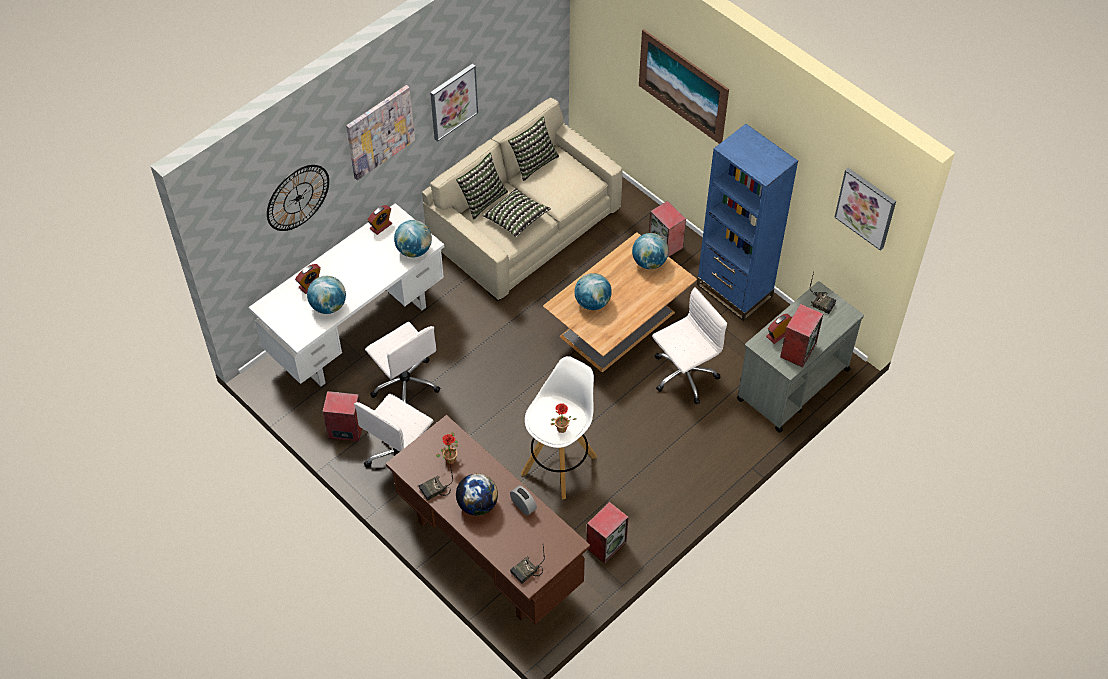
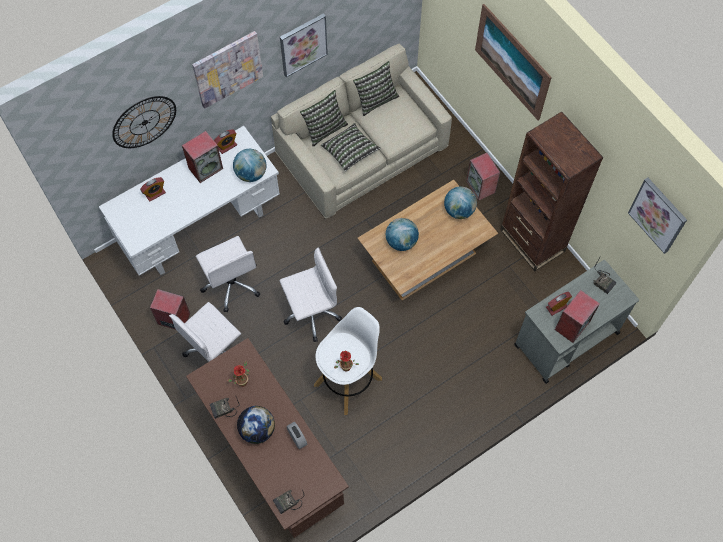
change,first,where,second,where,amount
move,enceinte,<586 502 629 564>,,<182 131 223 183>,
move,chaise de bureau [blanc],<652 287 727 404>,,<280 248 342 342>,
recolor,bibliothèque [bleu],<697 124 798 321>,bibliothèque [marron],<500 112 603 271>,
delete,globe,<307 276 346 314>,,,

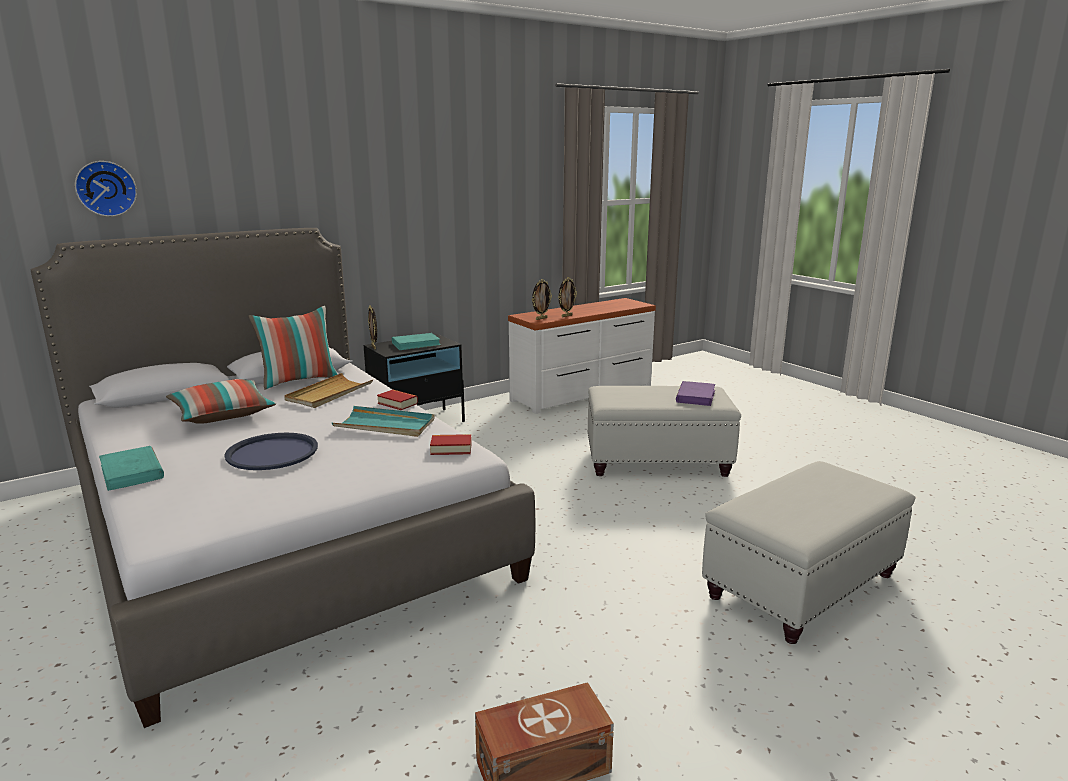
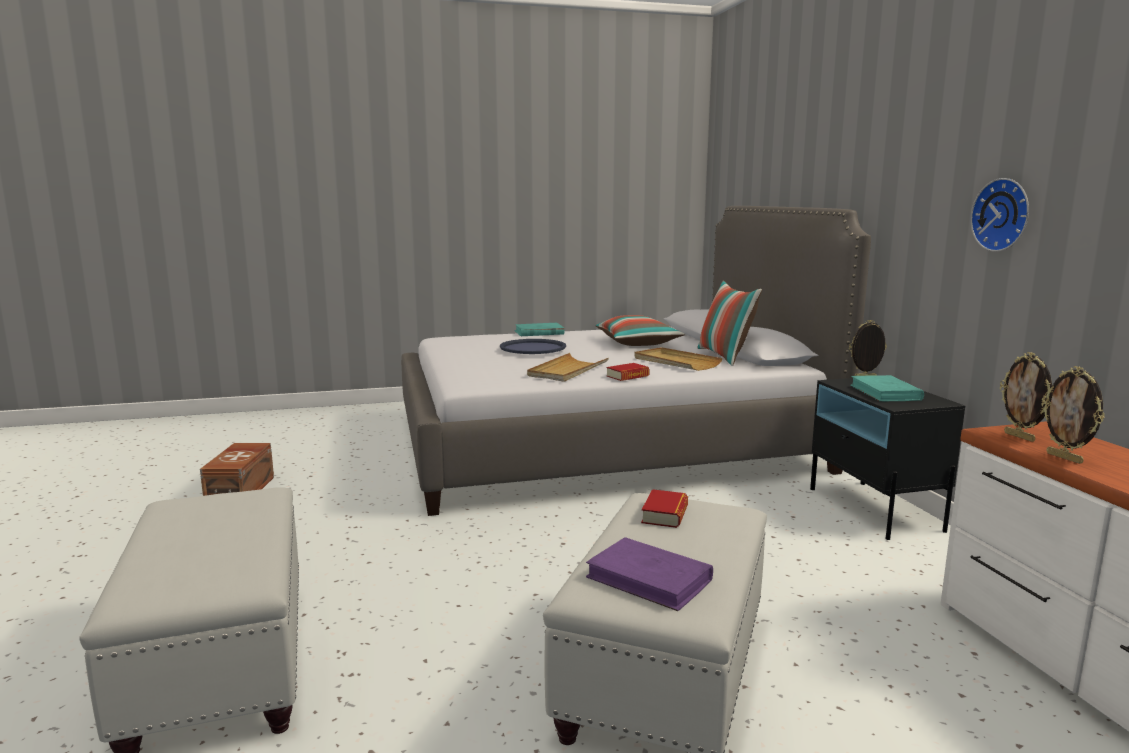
change,first,where,second,where,amount
recolor,plateau [turquoise],<332 406 435 437>,plateau [beige],<527 353 609 382>,
move,livre,<430 434 472 455>,,<641 489 688 528>,
move,horloge murale,<75 161 137 217>,,<970 178 1029 252>,

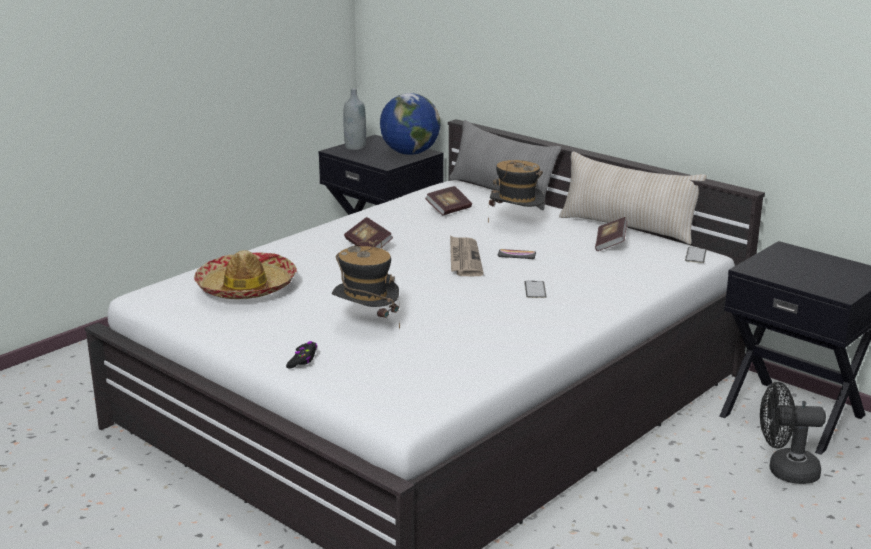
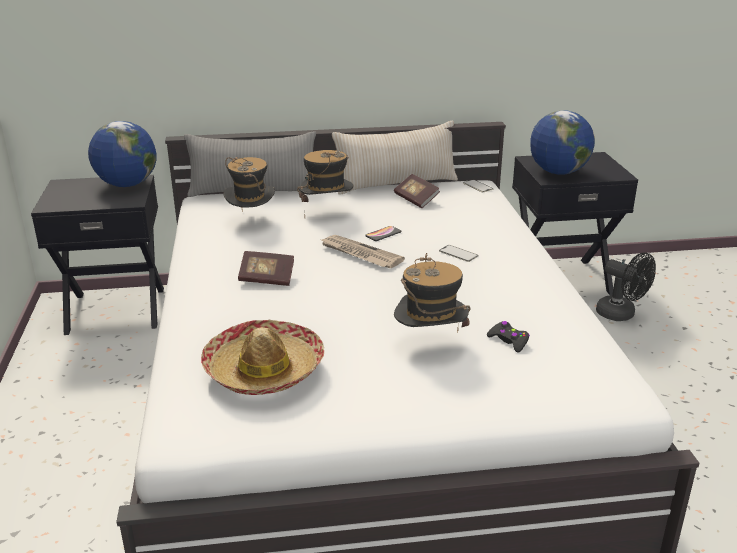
change,first,where,second,where,amount
replace,livre,<425 186 472 215>,chapeau,<224 157 275 212>,
move,manette [noir],<286 341 317 368>,,<487 321 530 352>,
insert,,,globe,<531 110 595 175>,
rotate,ventilateur [noir],<760 382 826 484>,,<596 252 656 321>,90 degrees counterclockwise
delete,bouteille [gris],<343 88 366 150>,,,

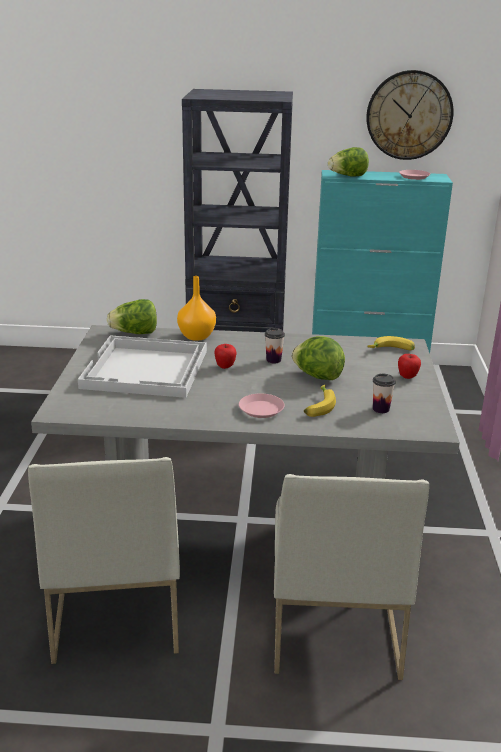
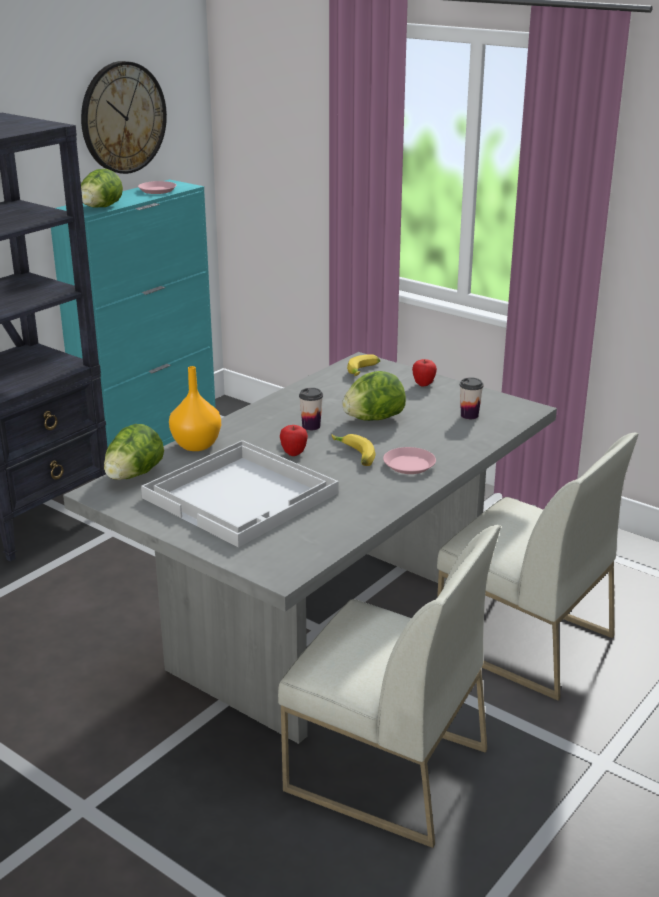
change,first,where,second,where,amount
move,banane,<304 385 336 417>,,<331 434 375 466>,

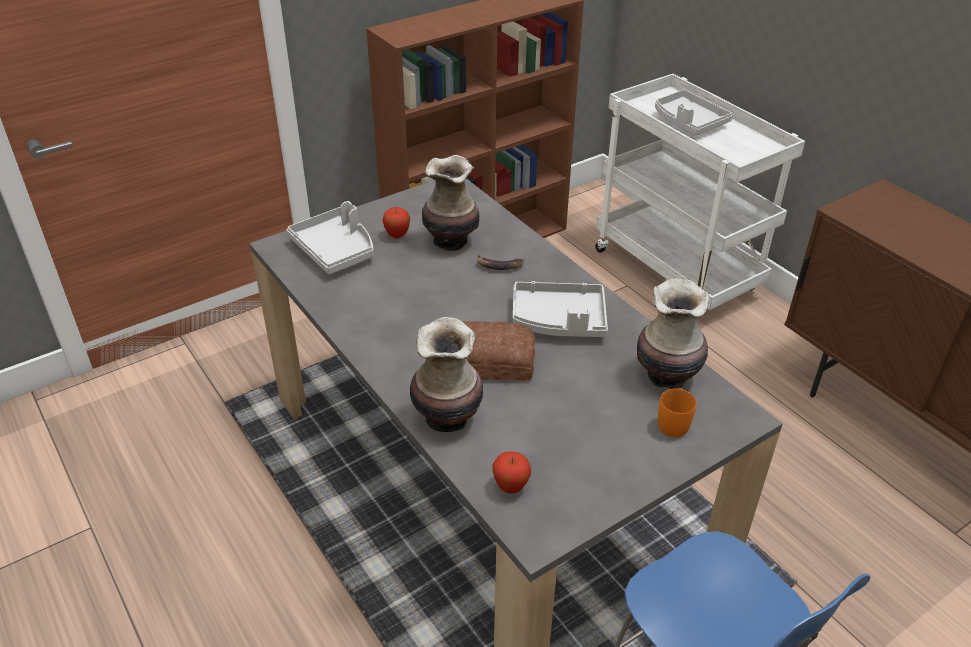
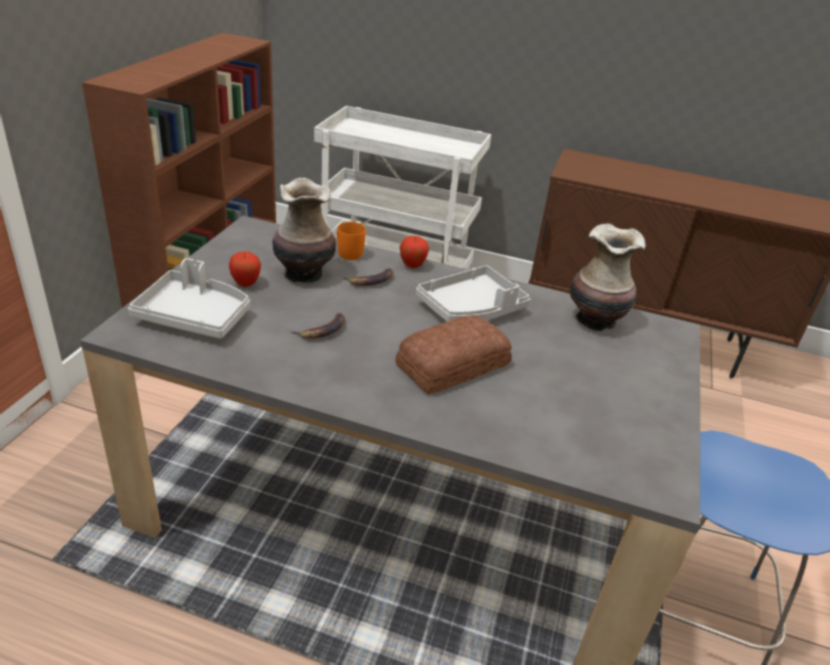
change,first,where,second,where,amount
insert,,,banane,<290 313 345 339>,
move,mug [orange],<658 388 696 437>,,<337 222 366 260>,
move,pomme,<492 451 531 494>,,<400 236 429 268>,
delete,vase,<410 317 483 433>,,,
delete,plateau [gris],<655 90 732 135>,,,

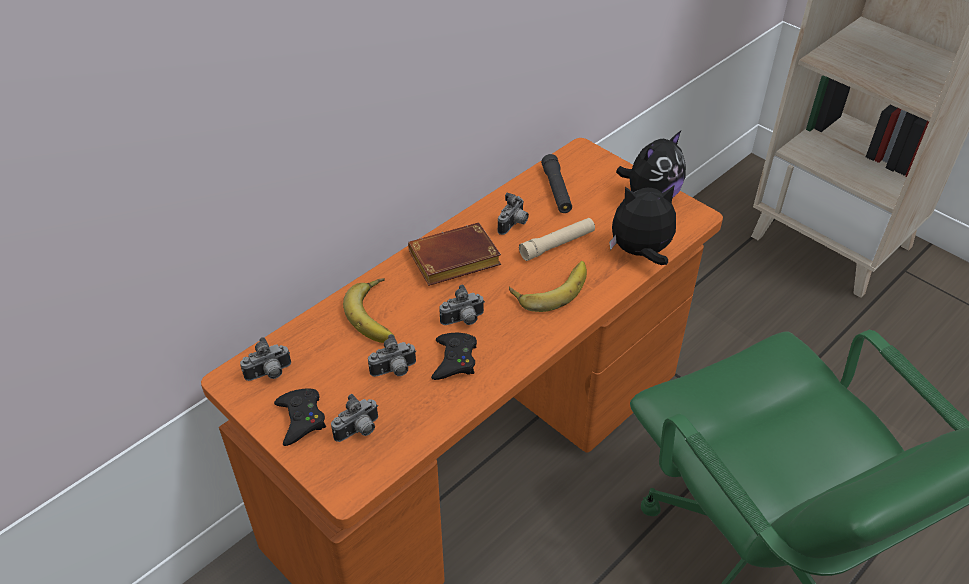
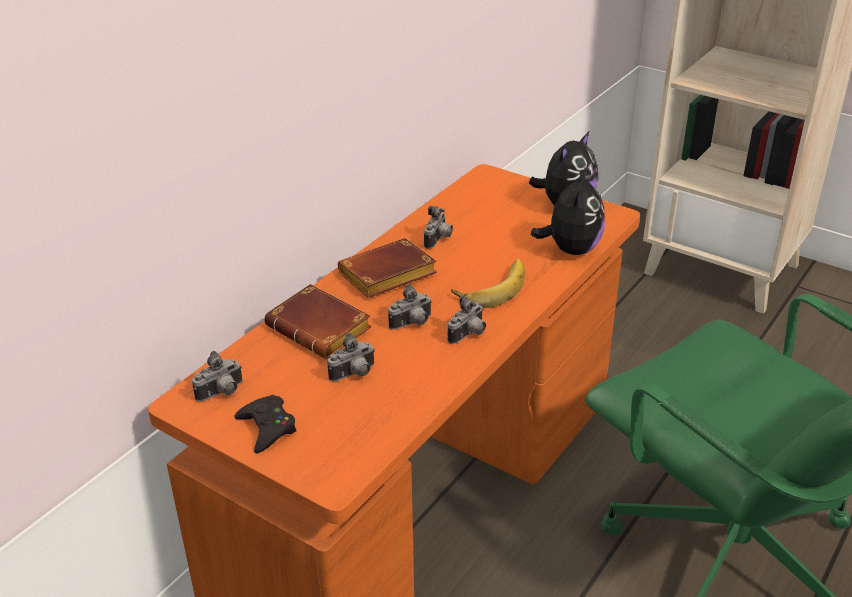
change,first,where,second,where,amount
replace,banane,<343 278 395 343>,livre [marron],<264 284 372 359>,
move,appareil photo,<331 394 378 442>,,<448 296 486 344>,
rotate,peluche,<609 186 676 265>,,<531 169 605 255>,120 degrees clockwise
delete,manette [noir],<431 333 477 380>,,,
delete,lampe de poche [beige],<519 218 595 261>,,,
delete,lampe de poche [noir],<541 154 572 213>,,,

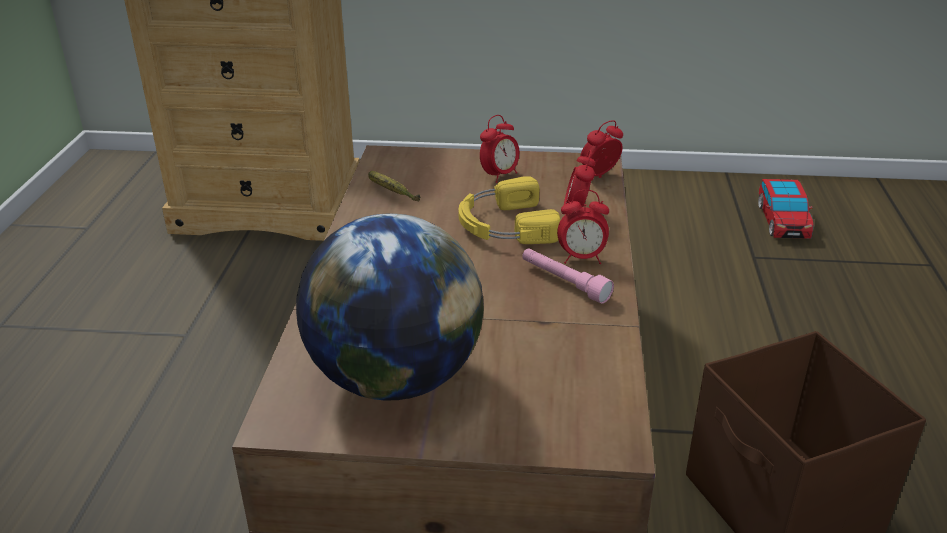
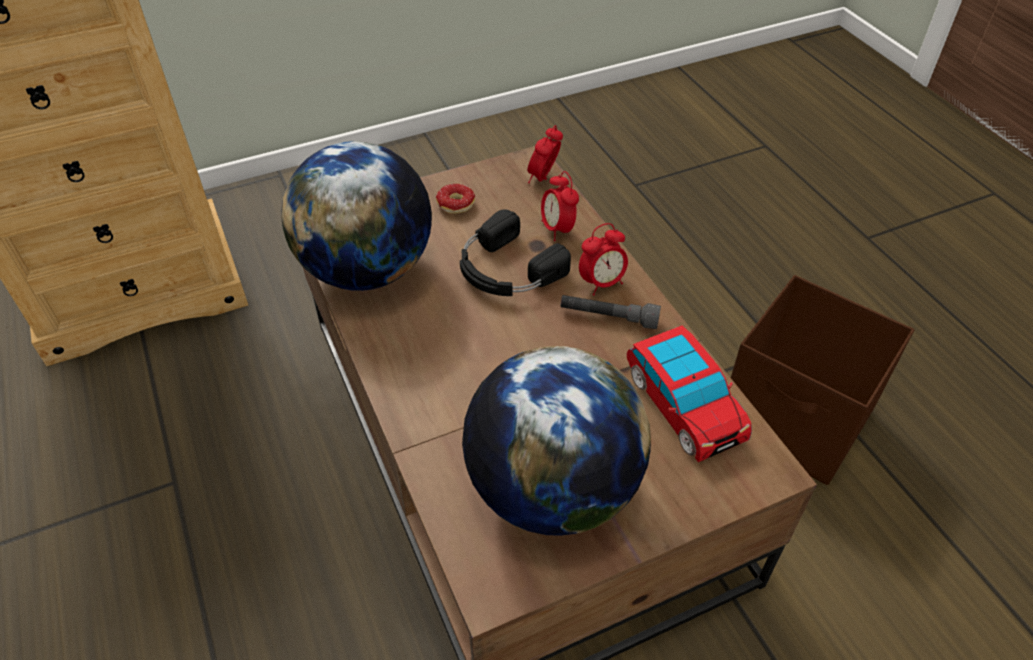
change,first,where,second,where,amount
replace,banane,<368 171 420 201>,globe,<281 141 432 291>,
replace,réveil,<480 115 519 183>,beignet,<436 184 475 213>,
recolor,casque audio [jaune],<458 176 561 244>,casque audio [noir],<460 209 571 296>,
recolor,lampe de poche [rose],<522 248 614 304>,lampe de poche [gris],<560 295 661 329>,
move,petite voiture,<758 179 813 239>,,<627 325 752 462>,

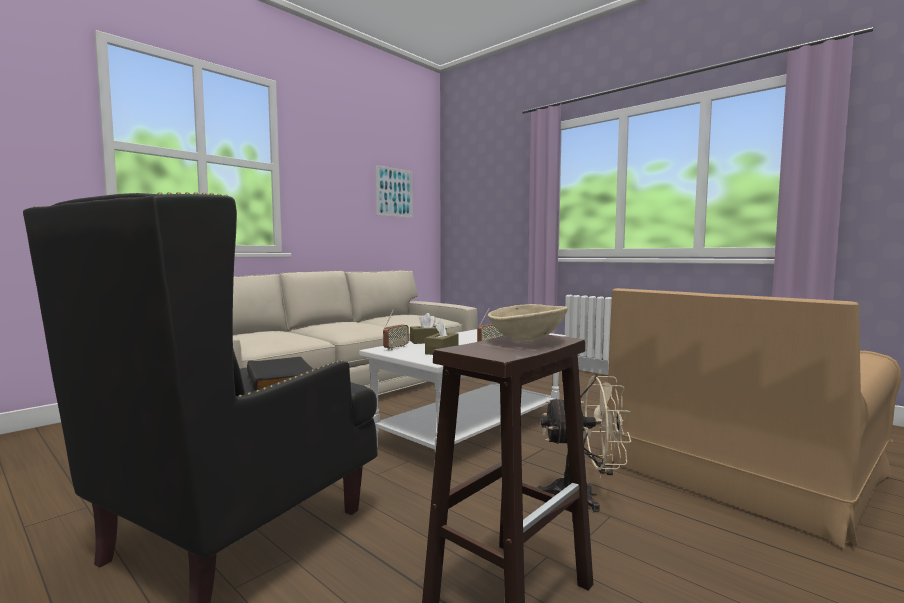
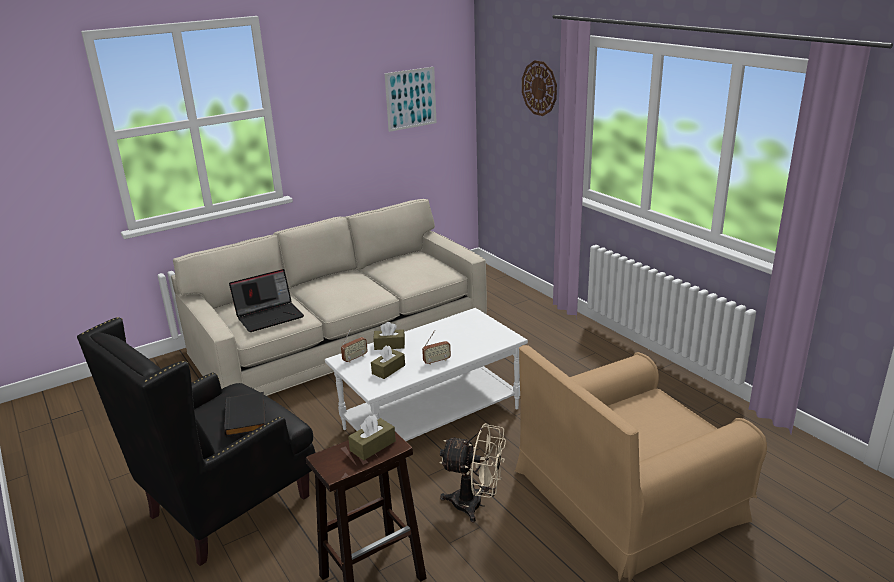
change,first,where,second,where,amount
insert,,,ordinateur portable,<229 269 304 332>,
replace,bol [beige],<488 304 568 341>,boîte à mouchoirs [marron],<348 415 396 460>,
insert,,,horloge murale,<522 60 557 116>,

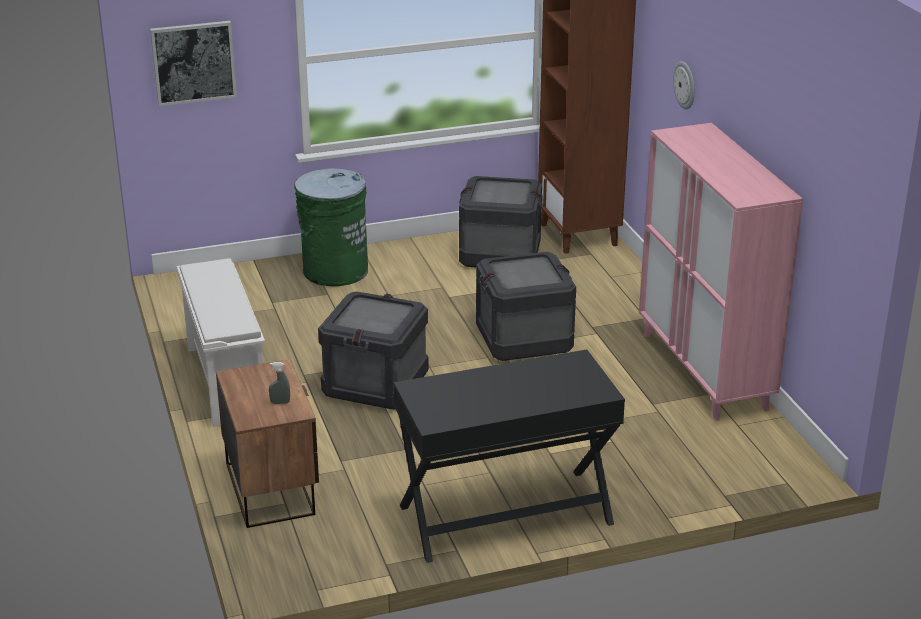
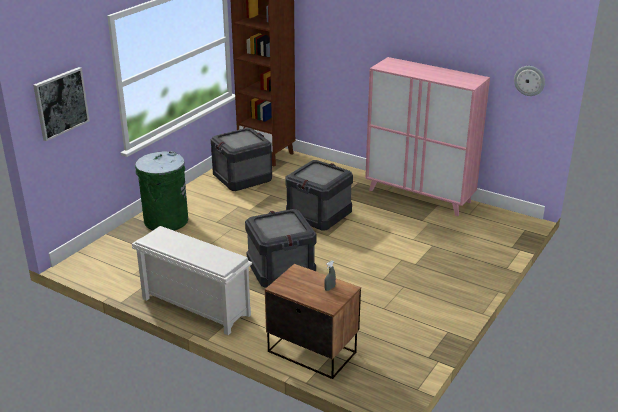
change,first,where,second,where,amount
move,horloge murale,<673 61 695 110>,,<514 66 545 96>,
delete,bureau [noir],<394 349 625 563>,,,

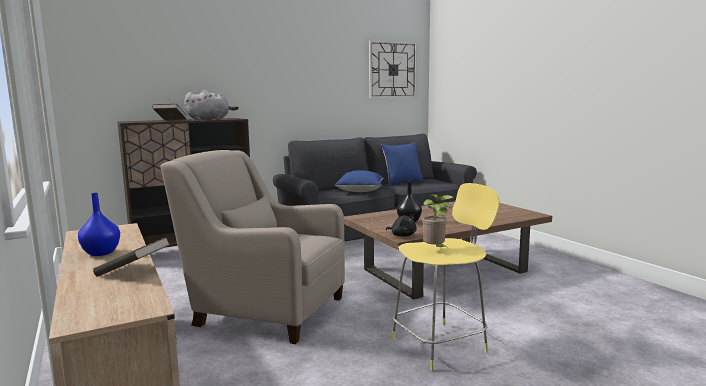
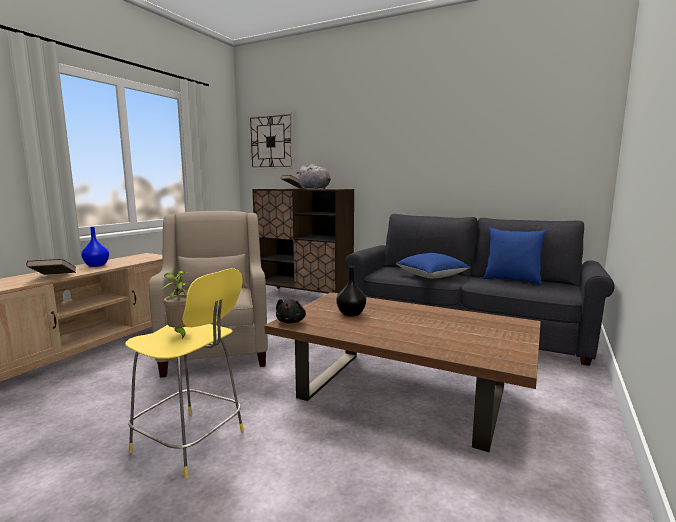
change,first,where,second,where,amount
move,horloge murale,<369 40 417 98>,,<248 112 294 169>,

